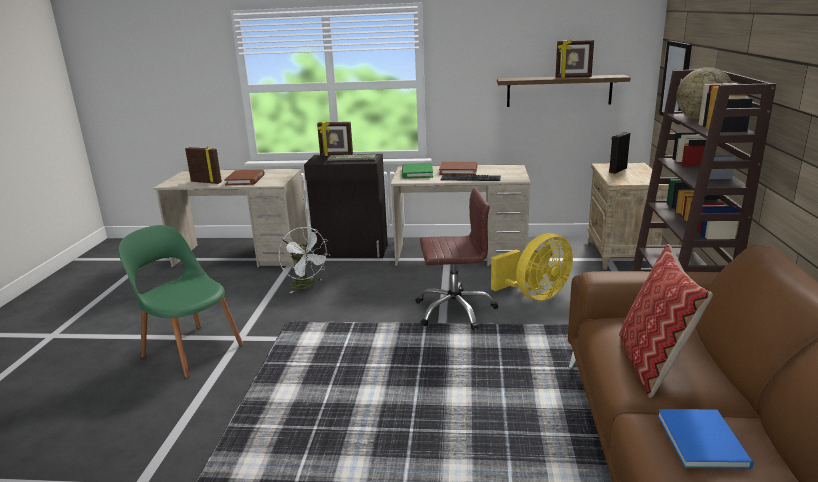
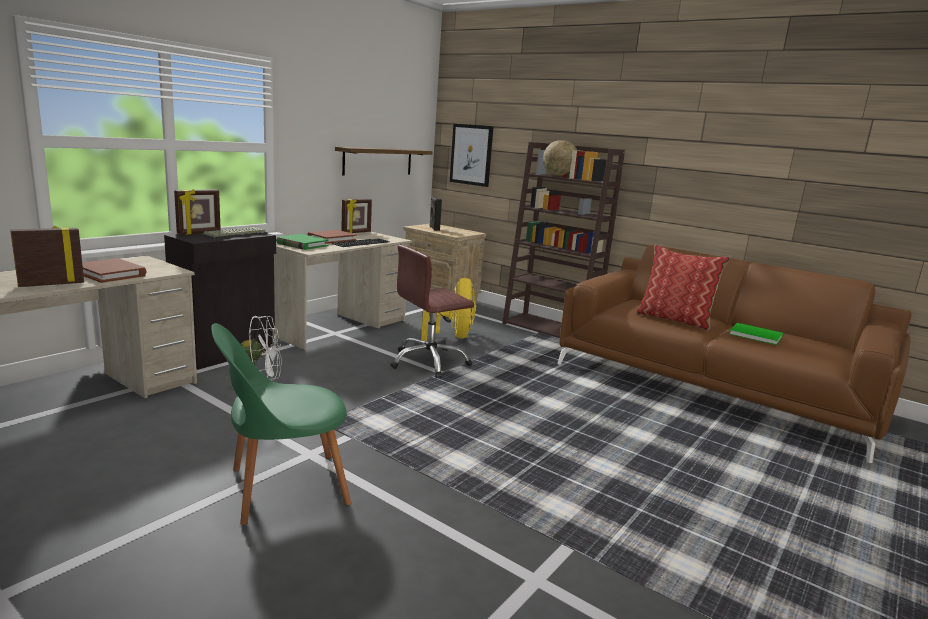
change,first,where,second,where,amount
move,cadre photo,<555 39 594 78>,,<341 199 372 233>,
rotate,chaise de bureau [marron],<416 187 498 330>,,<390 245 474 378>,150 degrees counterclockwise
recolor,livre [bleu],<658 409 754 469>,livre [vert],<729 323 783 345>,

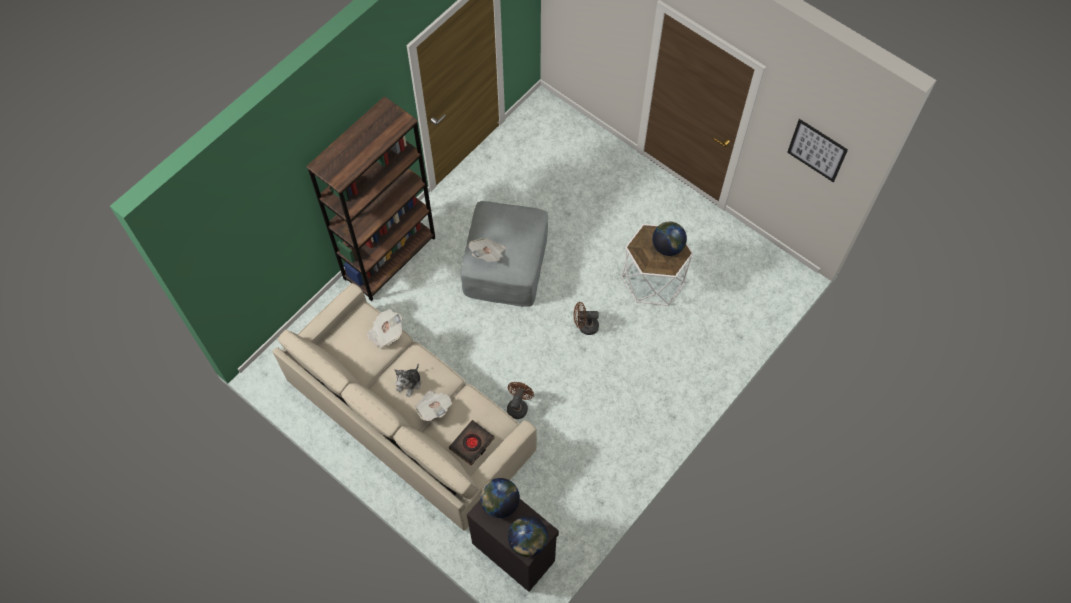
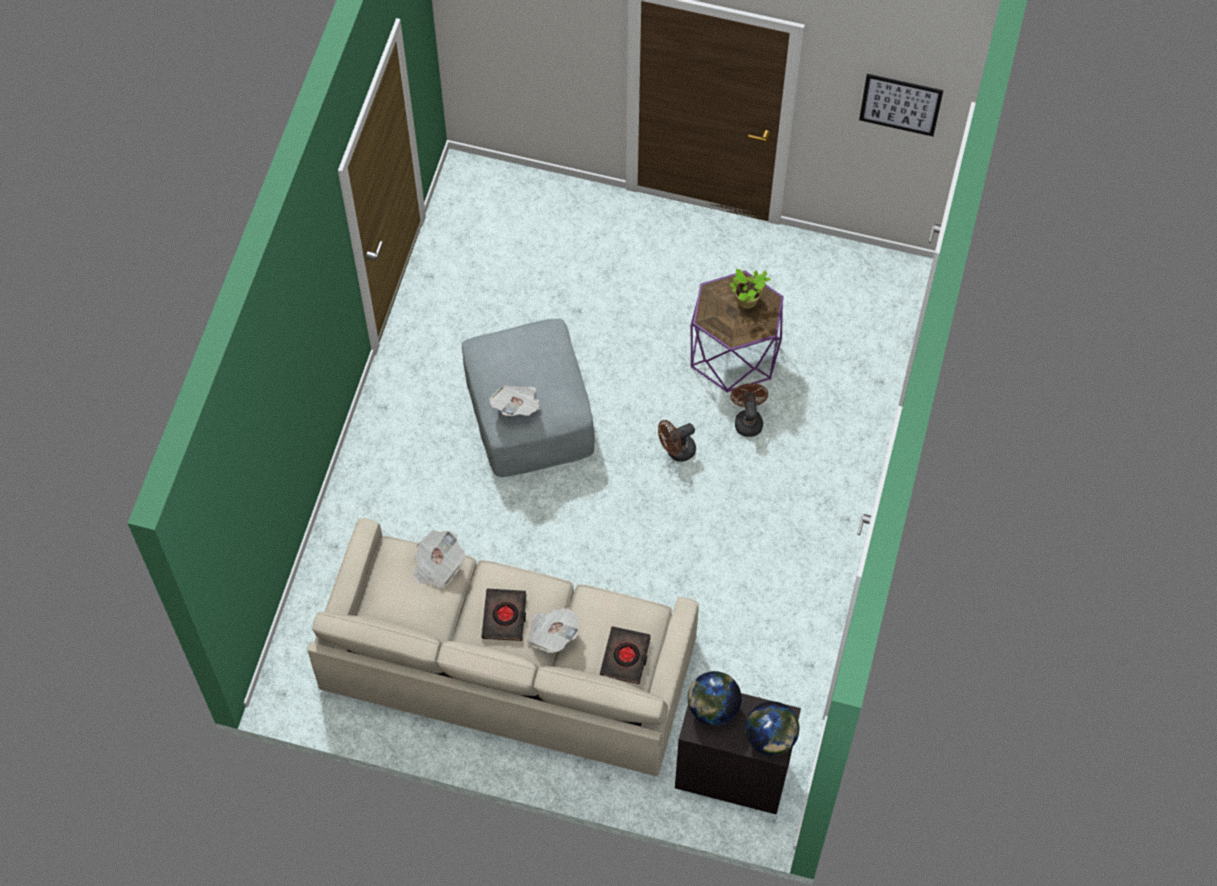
change,first,where,second,where,amount
replace,peluche,<395 364 421 397>,livre [noir],<481 588 527 641>,
recolor,table d'appoint [blanc],<621 224 693 306>,table d'appoint [violet],<690 271 784 393>,
replace,globe,<652 222 687 256>,plante en pot,<730 269 771 309>,
move,ventilateur [marron],<507 382 534 419>,,<730 383 768 437>,
delete,bibliothèque [marron],<306 96 435 301>,,,

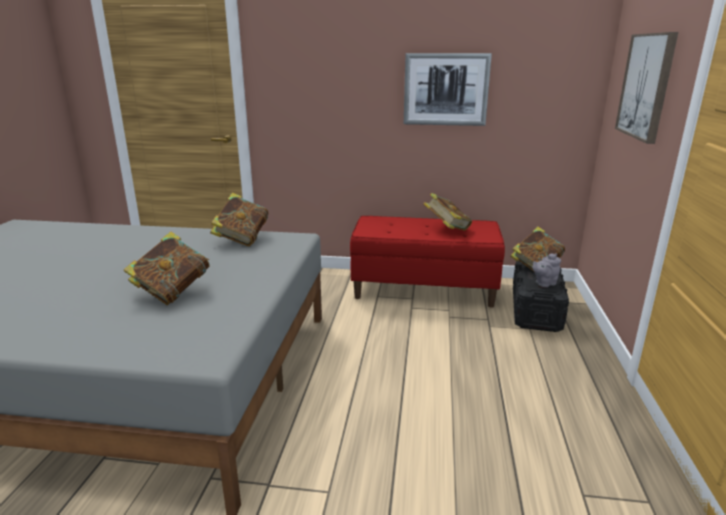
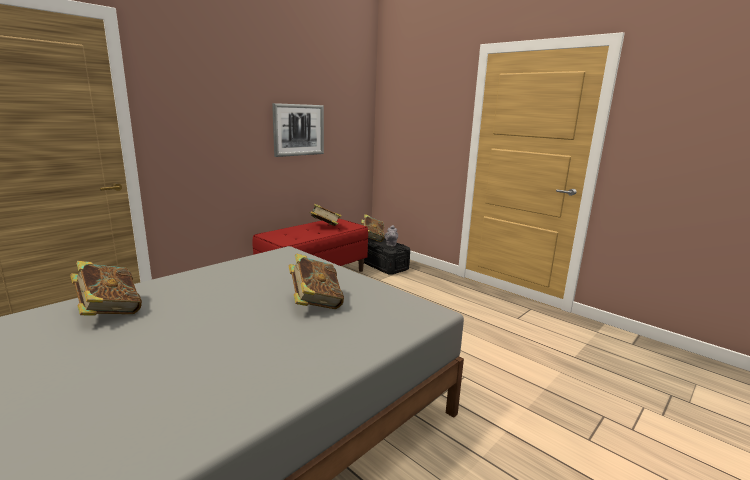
change,first,where,second,where,amount
move,livre,<210 193 269 246>,,<70 261 142 316>,
delete,tableau,<615 32 678 144>,,,

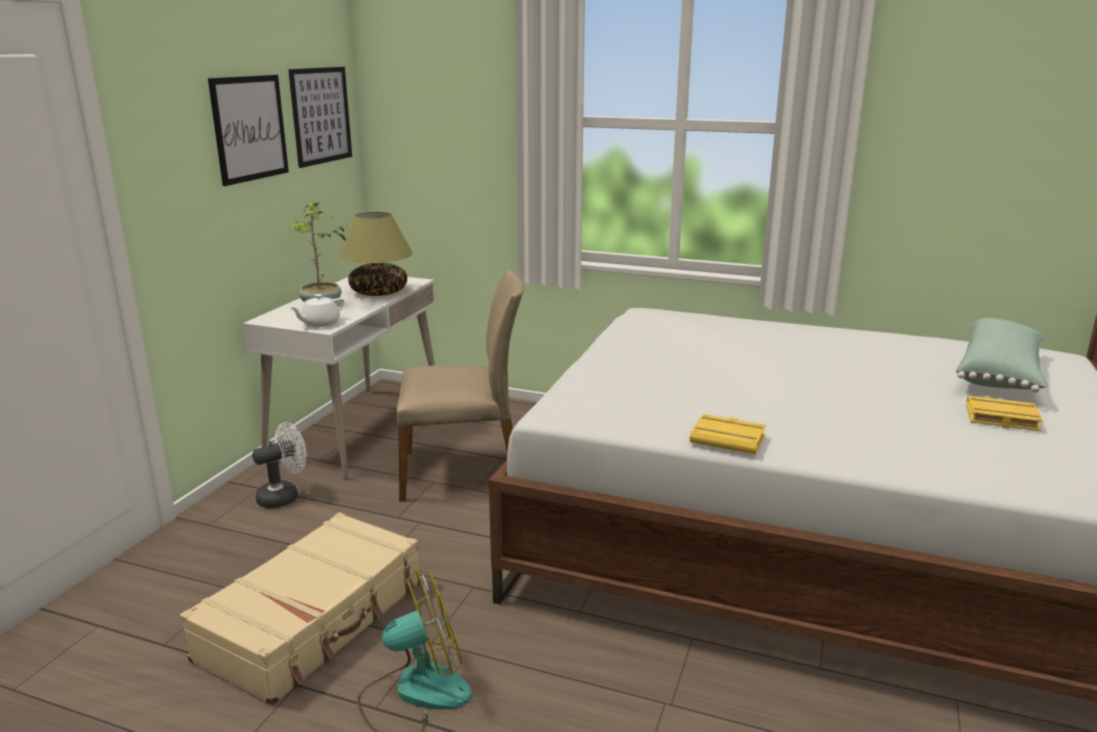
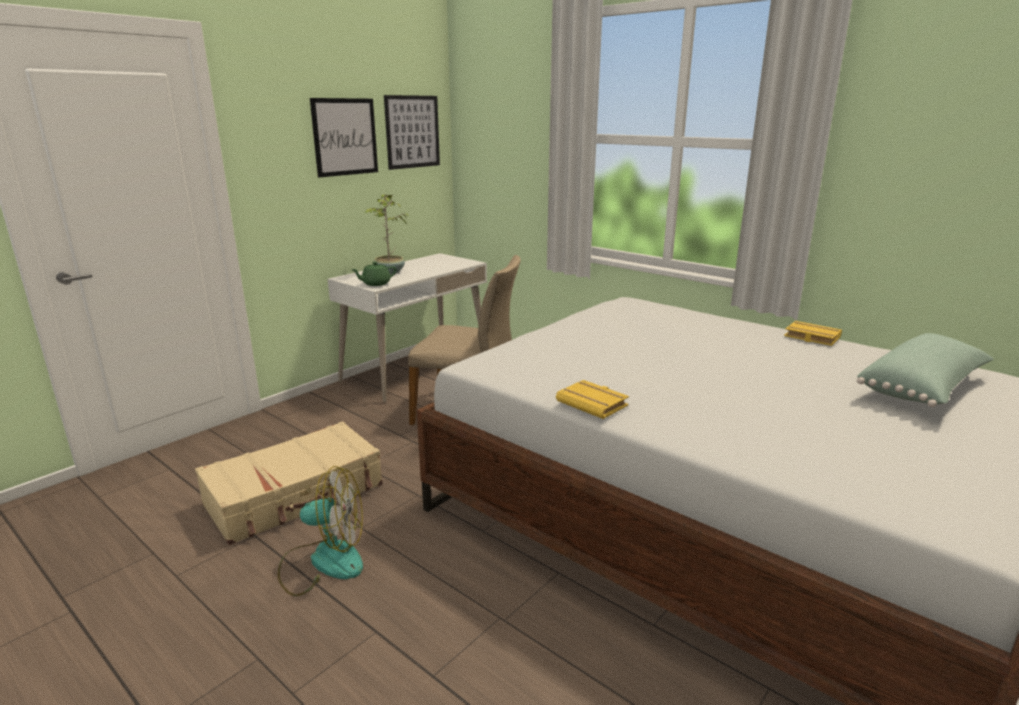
change,first,where,second,where,amount
recolor,théière [blanc],<290 294 344 327>,théière [vert],<351 262 397 286>,
move,livre [jaune],<966 396 1043 431>,,<784 321 842 346>,
delete,ventilateur [blanc],<252 422 307 508>,,,
delete,lampe de table,<339 212 413 296>,,,

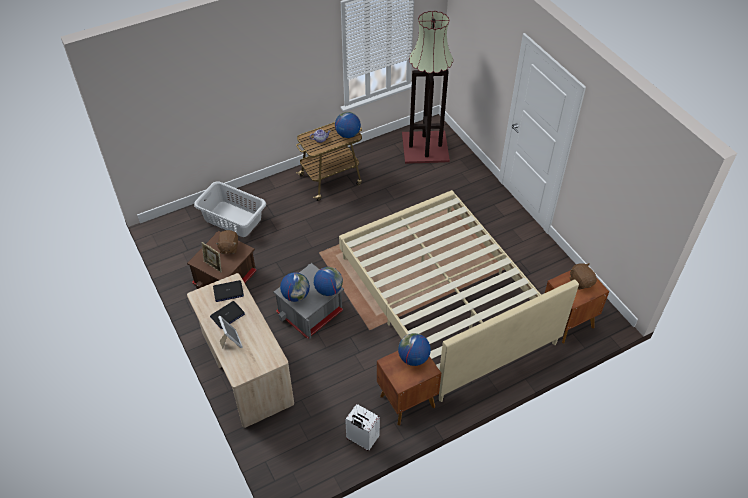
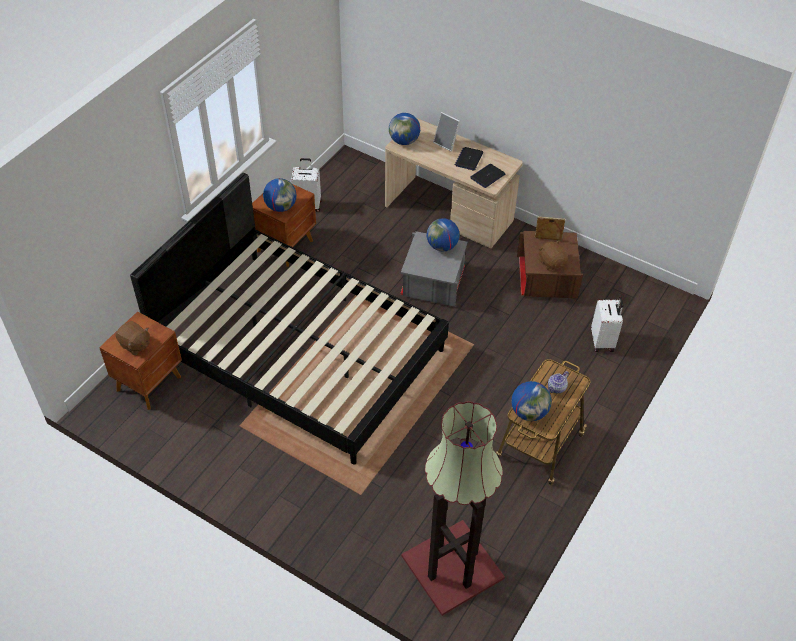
change,first,where,second,where,amount
recolor,lit [beige],<339 190 579 402>,lit [noir],<130 173 449 465>,
move,globe,<314 267 343 296>,,<389 113 420 145>,
replace,panier à linge [gris],<194 181 266 237>,valise [blanc],<591 297 623 352>,

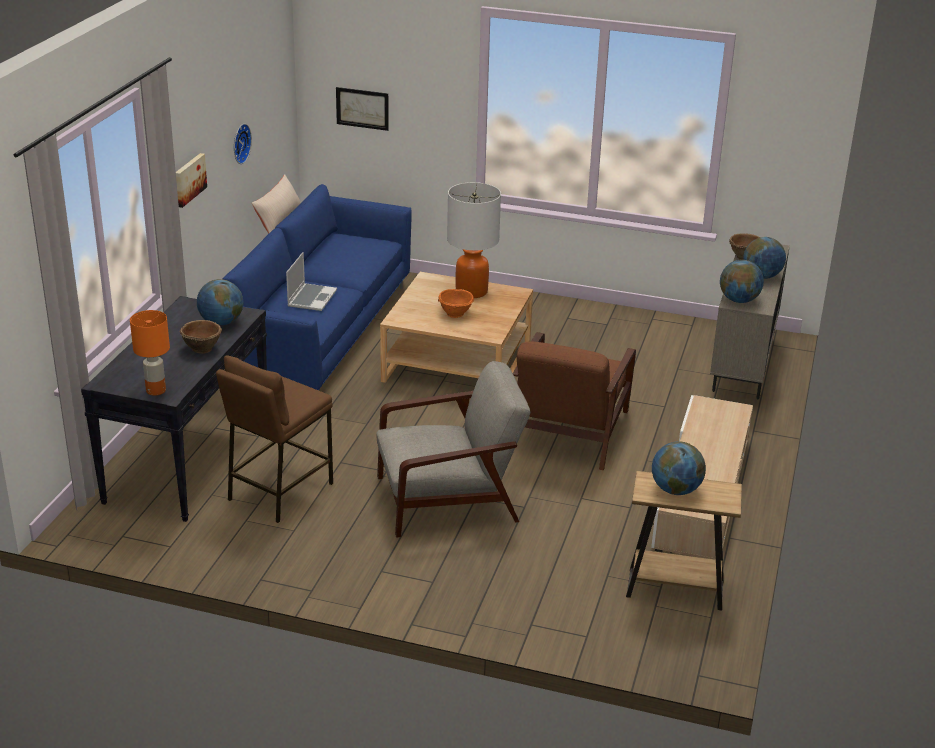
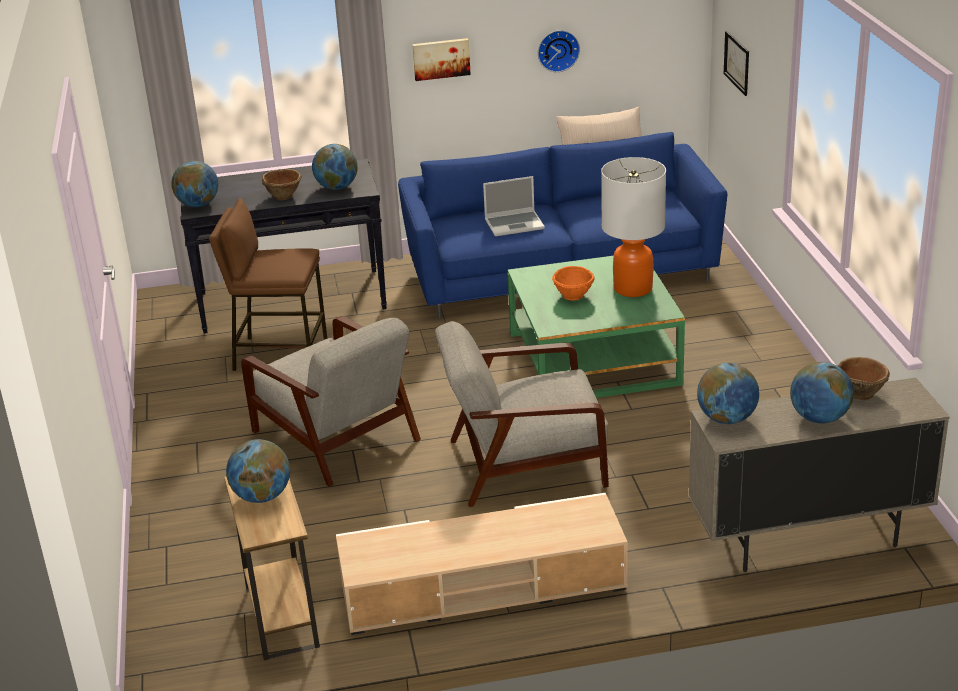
change,first,where,second,where,amount
replace,lampe de table [orange],<130 310 170 396>,globe,<171 161 218 207>,
recolor,fauteuil [marron],<513 332 636 470>,fauteuil [gris],<435 321 609 507>,
recolor,table basse [beige],<380 272 533 383>,table basse [vert],<508 256 685 398>,

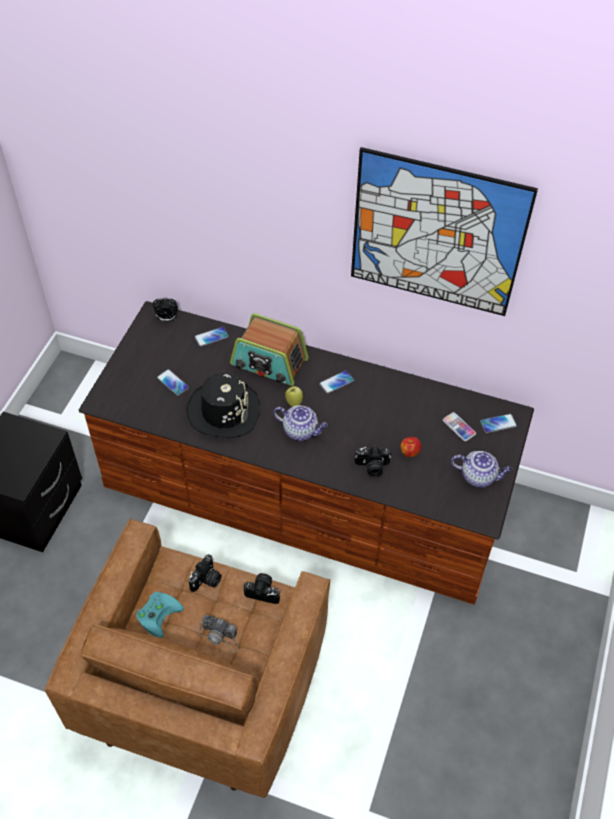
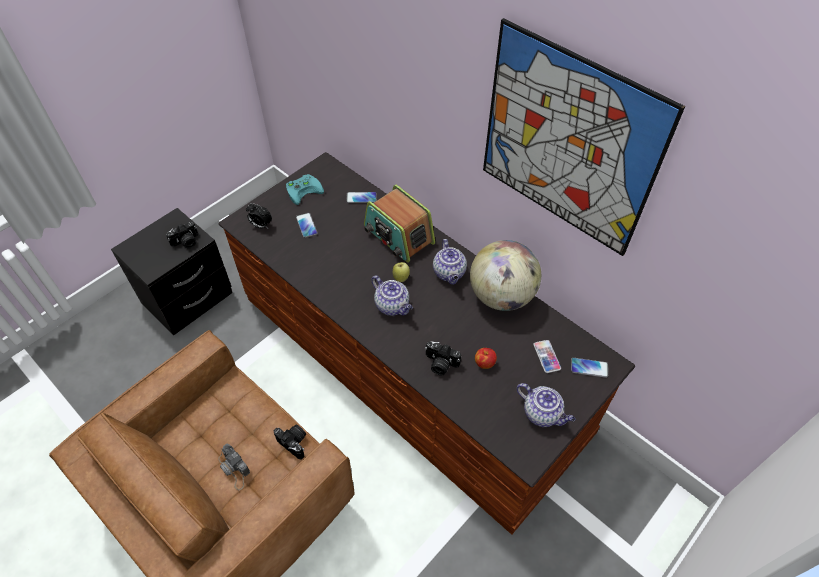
change,first,where,second,where,amount
move,appareil photo,<189 554 222 592>,,<166 222 198 249>,
move,réveil,<152 298 178 322>,,<246 203 272 228>,
move,manette [turquoise],<136 592 184 638>,,<286 174 324 205>,
replace,téléphone,<319 370 354 394>,théière,<433 239 467 285>,
insert,,,globe,<470 240 541 311>,
delete,chapeau [noir],<186 373 260 438>,,,

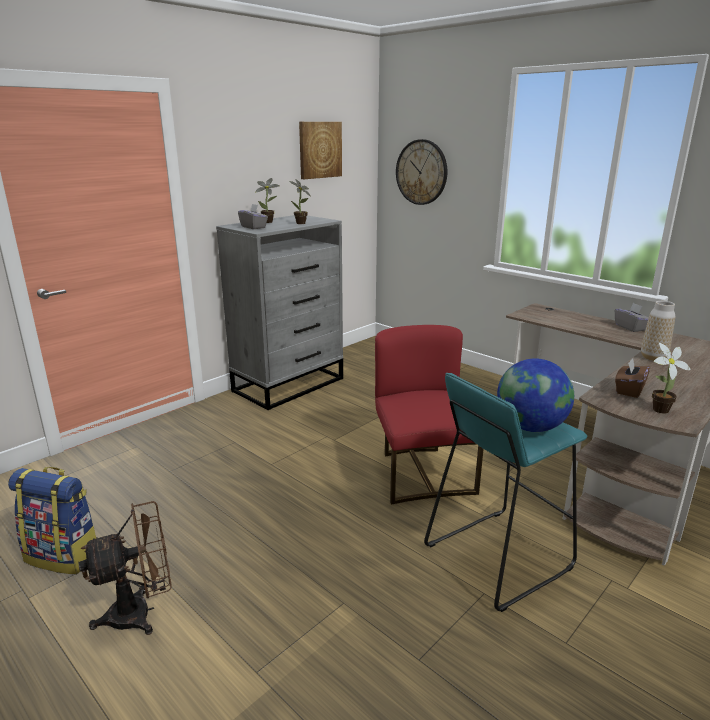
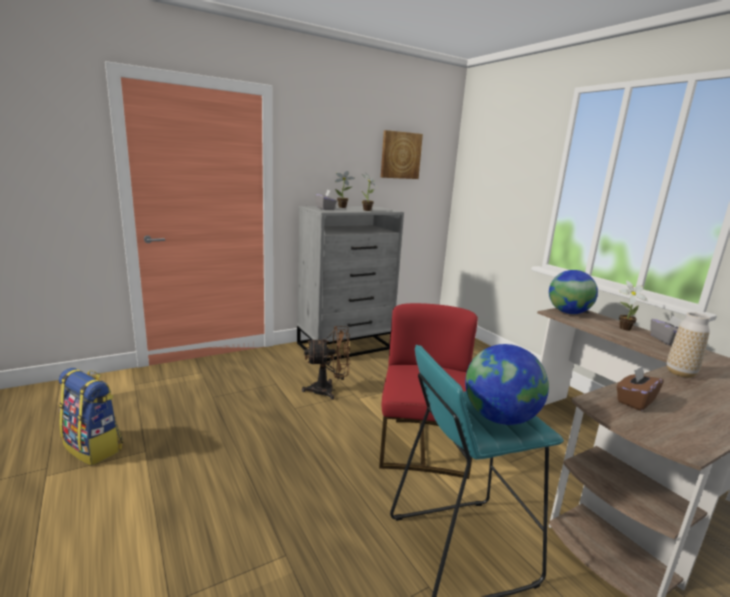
change,first,where,second,where,amount
move,ventilateur [marron],<79 501 171 635>,,<302 326 351 400>,
insert,,,globe,<549 270 598 314>,
move,plante en pot,<652 343 691 414>,,<619 280 648 331>,
delete,horloge murale,<396 139 447 205>,,,

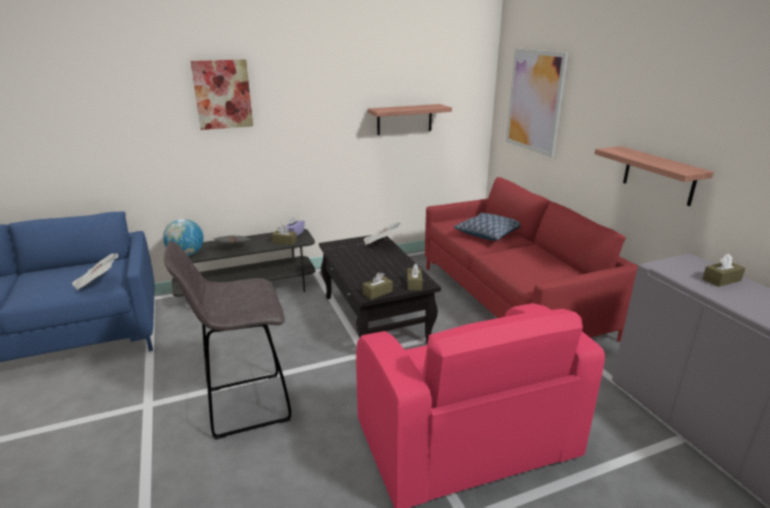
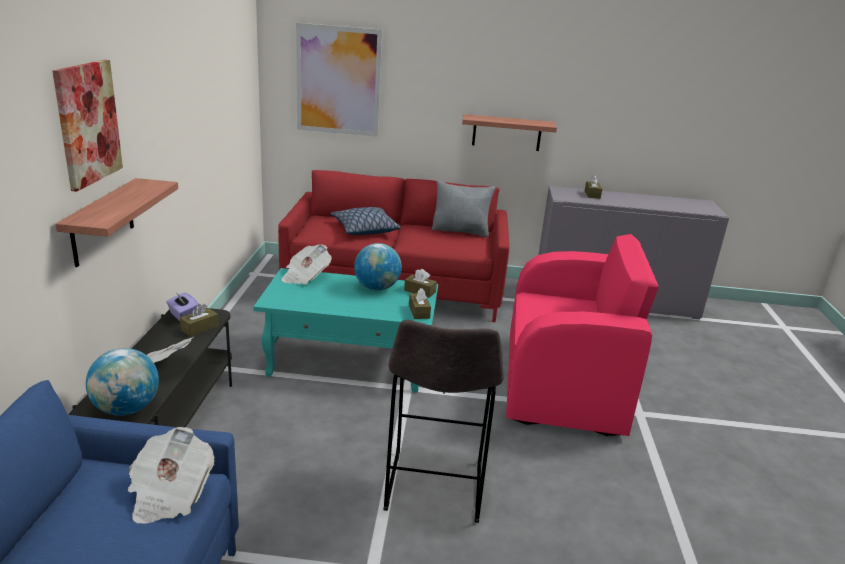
change,first,where,second,where,amount
move,étagère,<368 104 452 135>,,<55 178 178 267>,
recolor,table basse [noir],<319 235 441 344>,table basse [turquoise],<253 268 438 393>,
insert,,,globe,<354 243 402 290>,
insert,,,coussin [gris],<432 180 496 237>,

